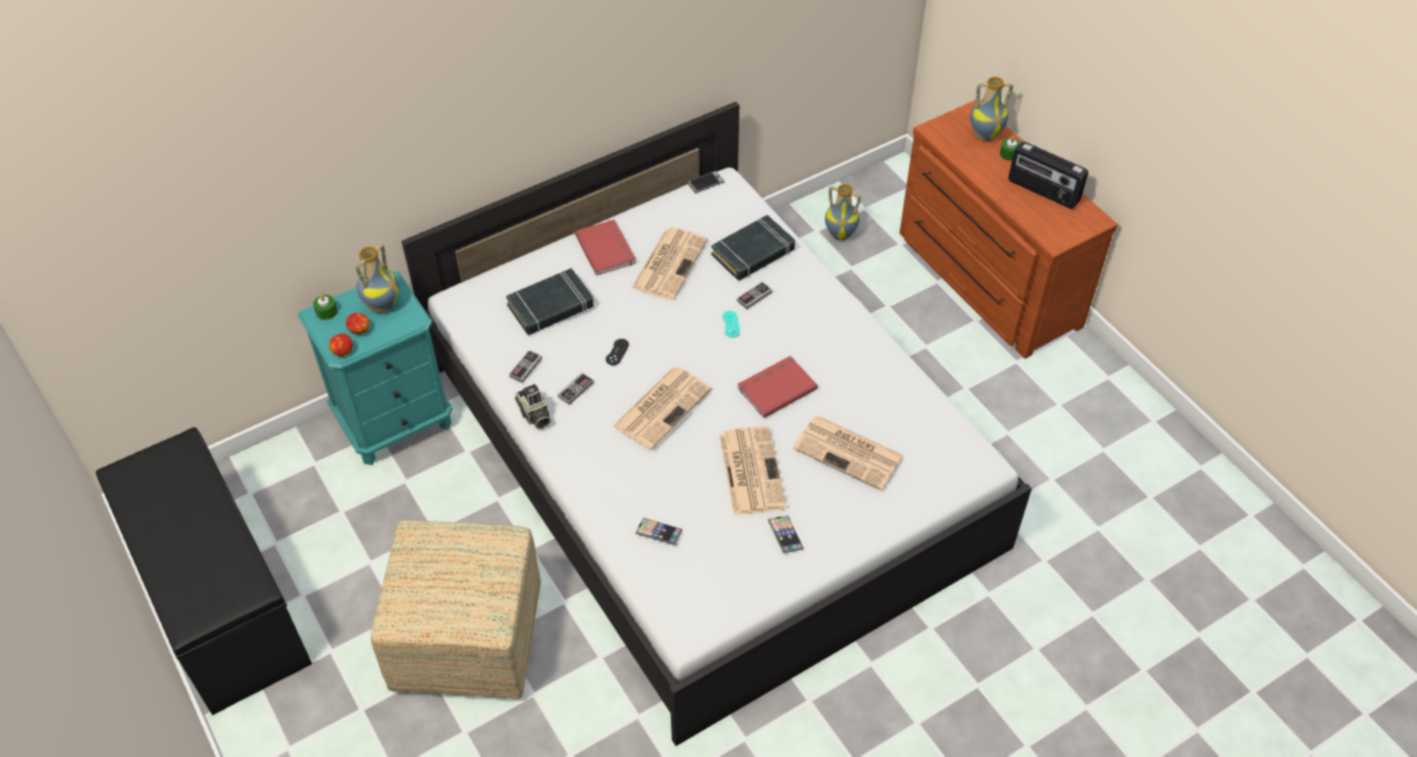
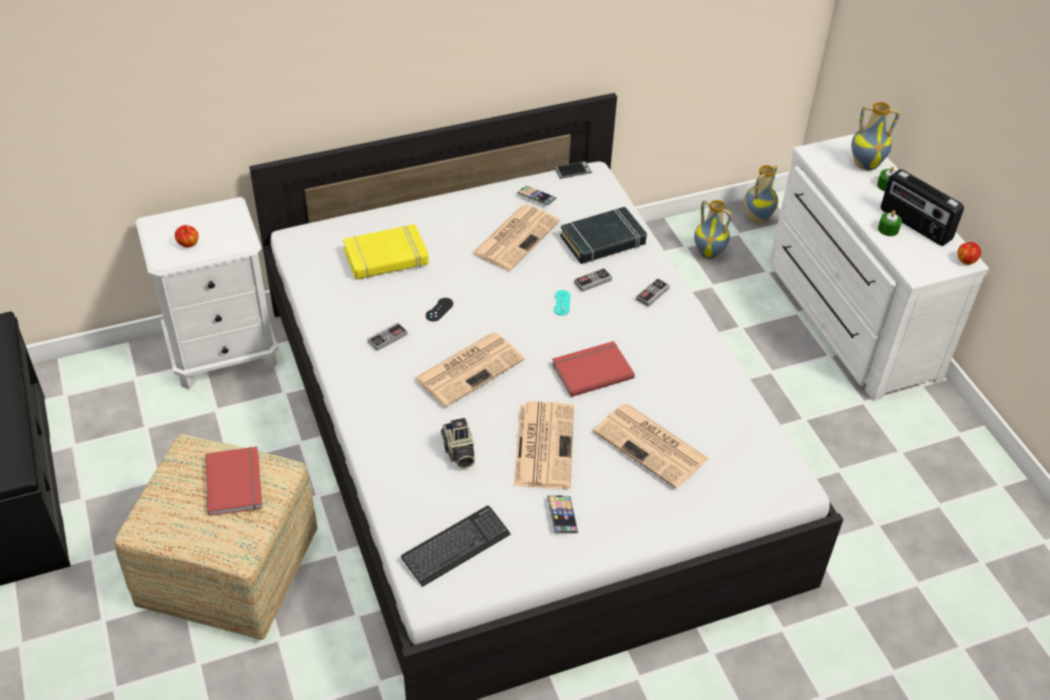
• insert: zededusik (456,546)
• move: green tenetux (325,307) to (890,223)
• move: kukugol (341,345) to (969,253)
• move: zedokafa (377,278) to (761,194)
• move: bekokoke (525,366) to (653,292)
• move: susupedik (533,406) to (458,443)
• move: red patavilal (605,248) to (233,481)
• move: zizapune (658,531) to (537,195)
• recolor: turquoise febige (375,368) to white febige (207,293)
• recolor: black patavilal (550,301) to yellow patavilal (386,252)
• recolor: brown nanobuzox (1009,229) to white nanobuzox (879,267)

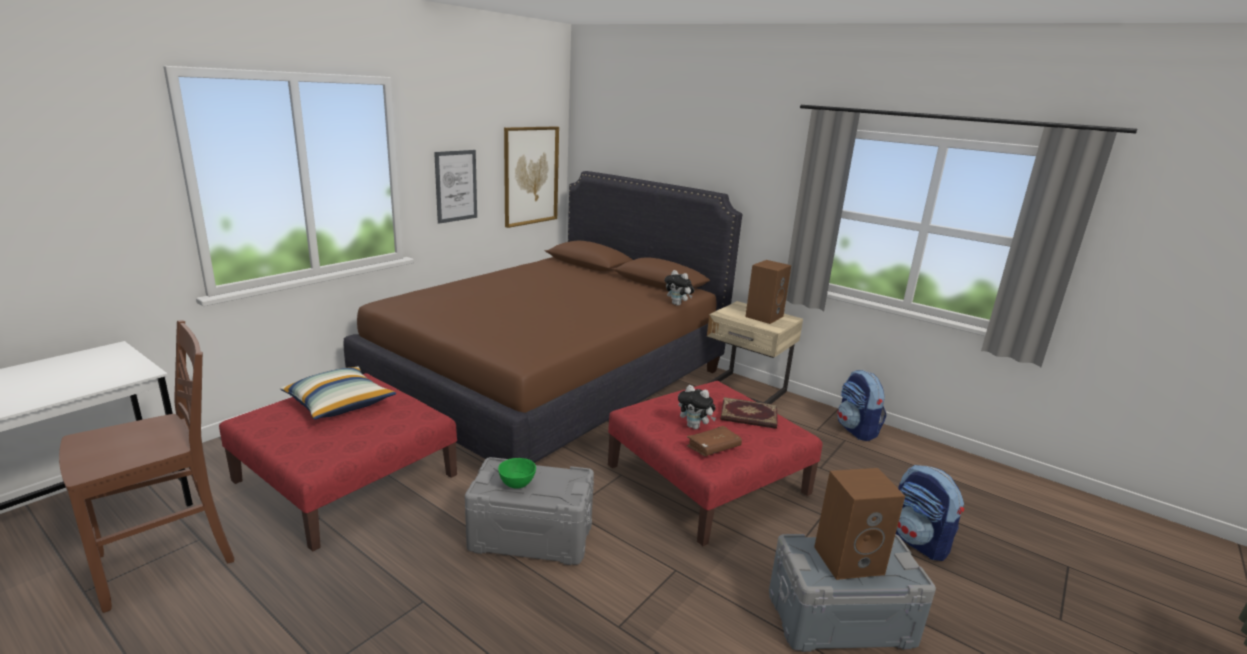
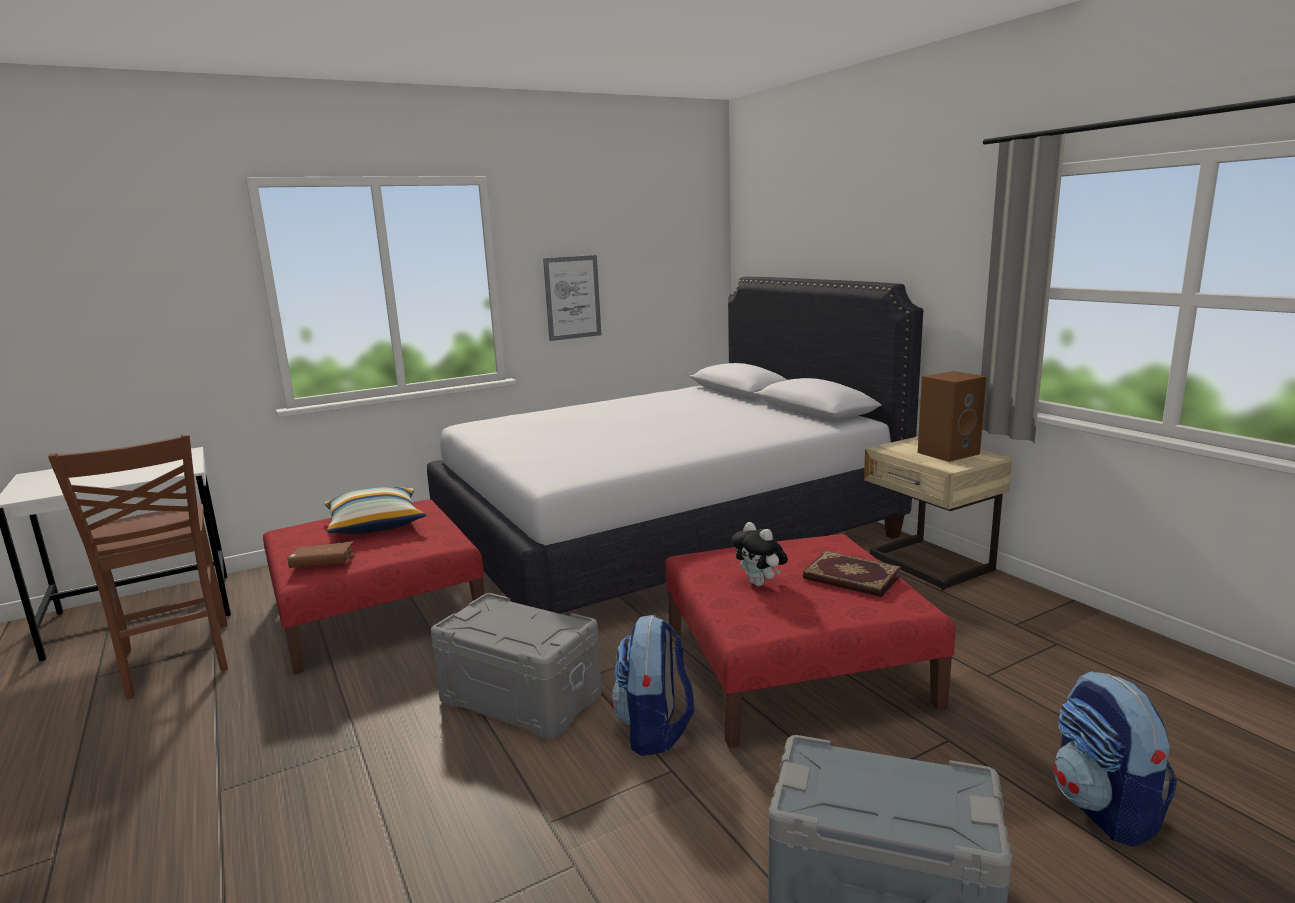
• delete: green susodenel (517,473)
• delete: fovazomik (531,177)
• delete: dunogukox (679,288)
• delete: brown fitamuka (859,524)
• move: brown patavilal (714,441) to (321,554)
• move: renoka (862,405) to (652,685)
• recolor: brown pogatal (542,317) to white pogatal (675,445)
• rotate: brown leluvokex (146,466) = (138,566) 75 degrees clockwise

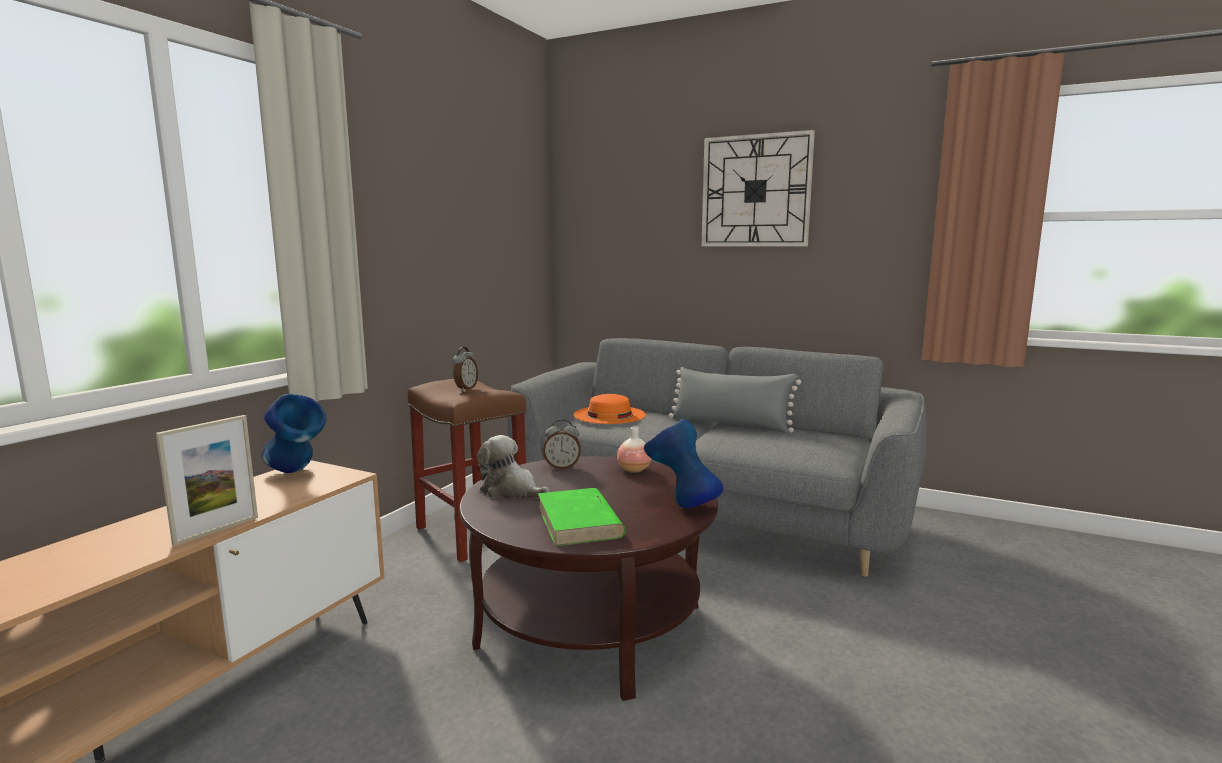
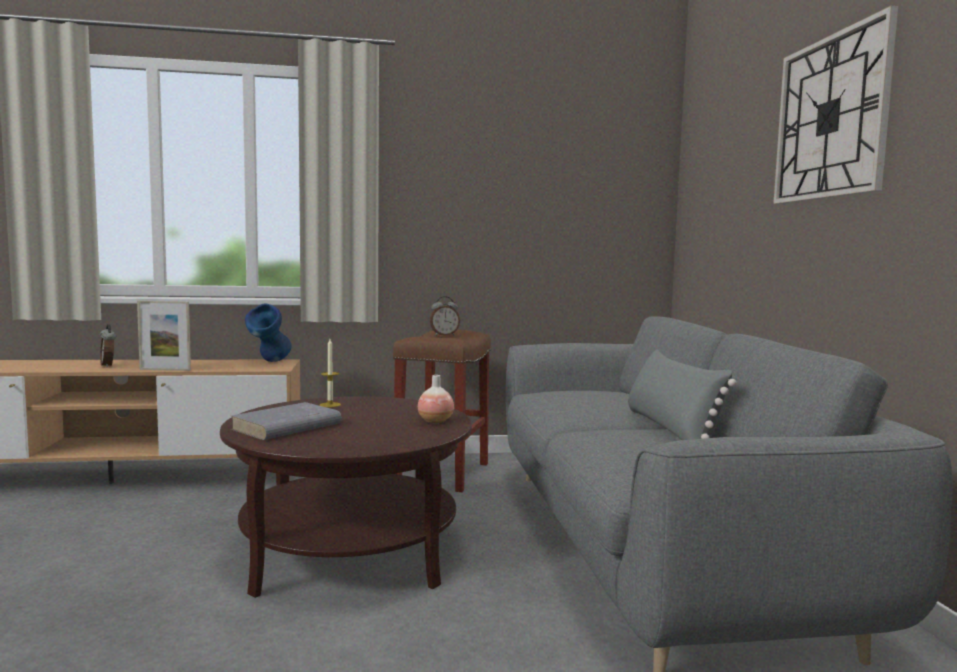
• delete: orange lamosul (610,409)
• delete: blue zedokafa (684,463)
• move: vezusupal (562,444) to (108,345)
• replace: dunogukox (513,467) to tenetux (330,373)
• recolor: green patavilal (582,517) to grey patavilal (286,421)

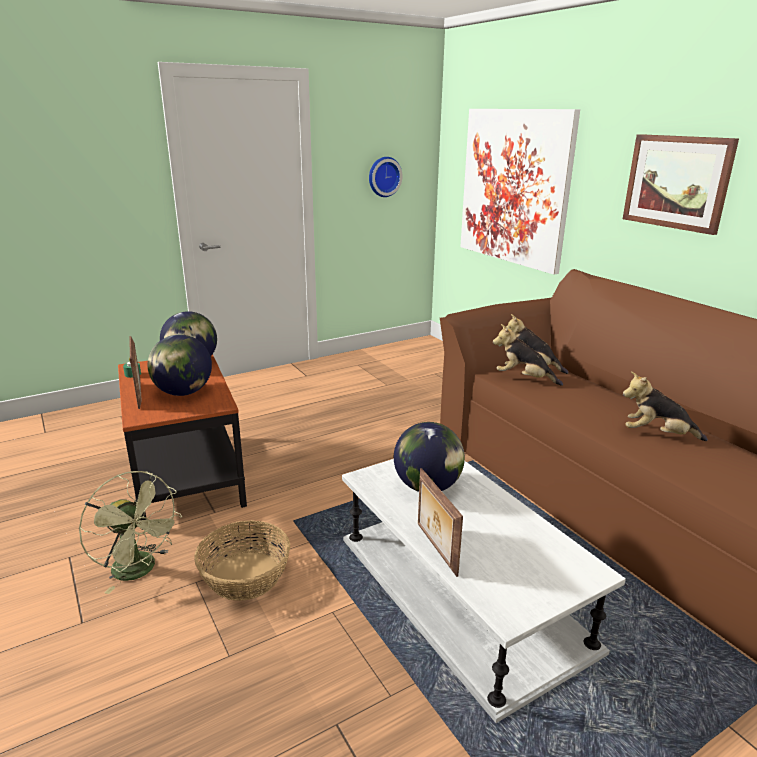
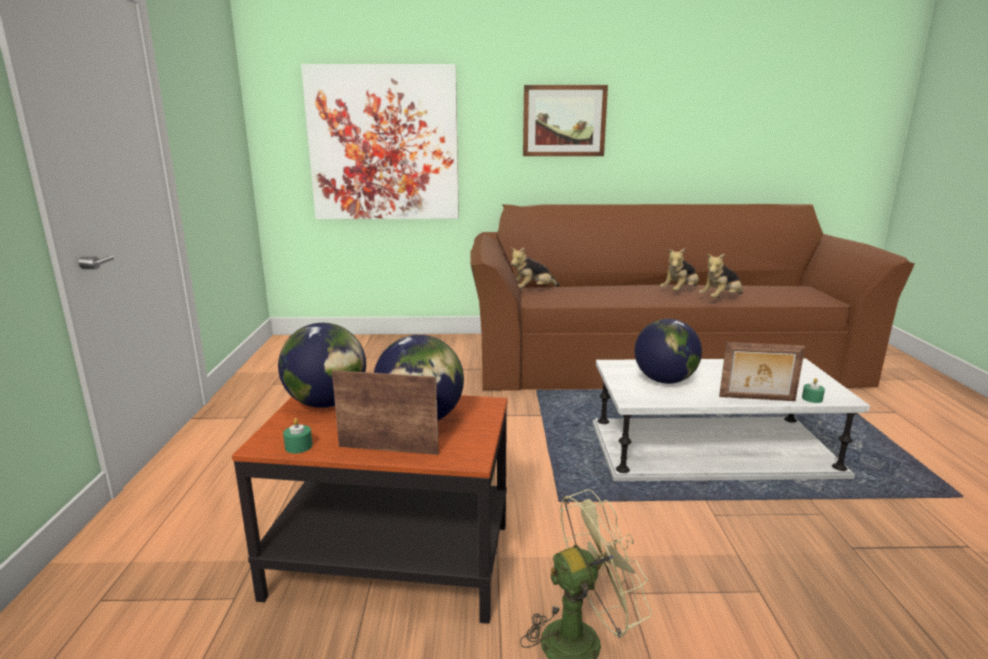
• delete: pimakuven (242,560)
• delete: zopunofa (386,177)
• insert: green tenetux (813,390)
• move: dunogukox (528,355) to (721,276)

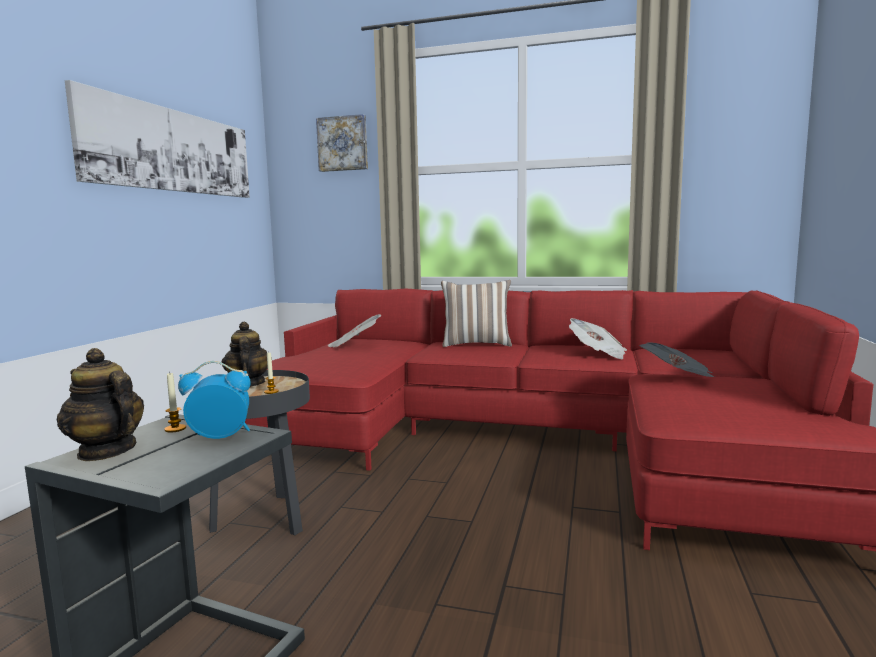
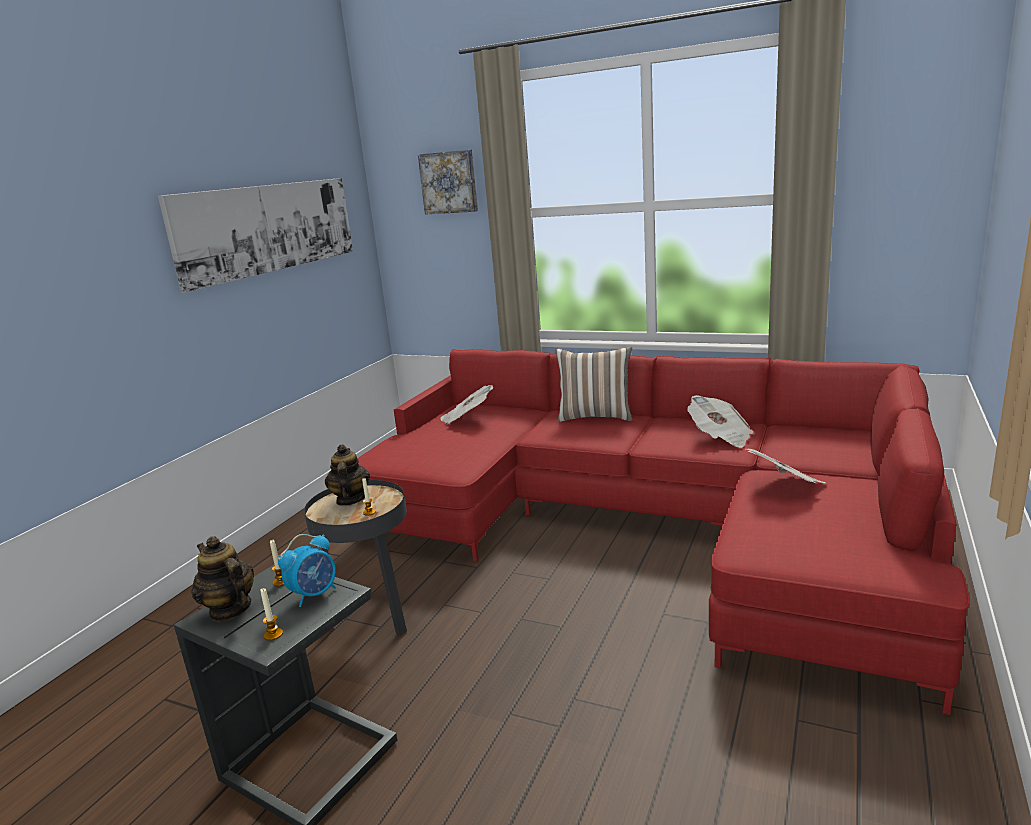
• insert: tenetux (271,614)
• rotate: vezusupal (214,400) = (307,570) 135 degrees clockwise

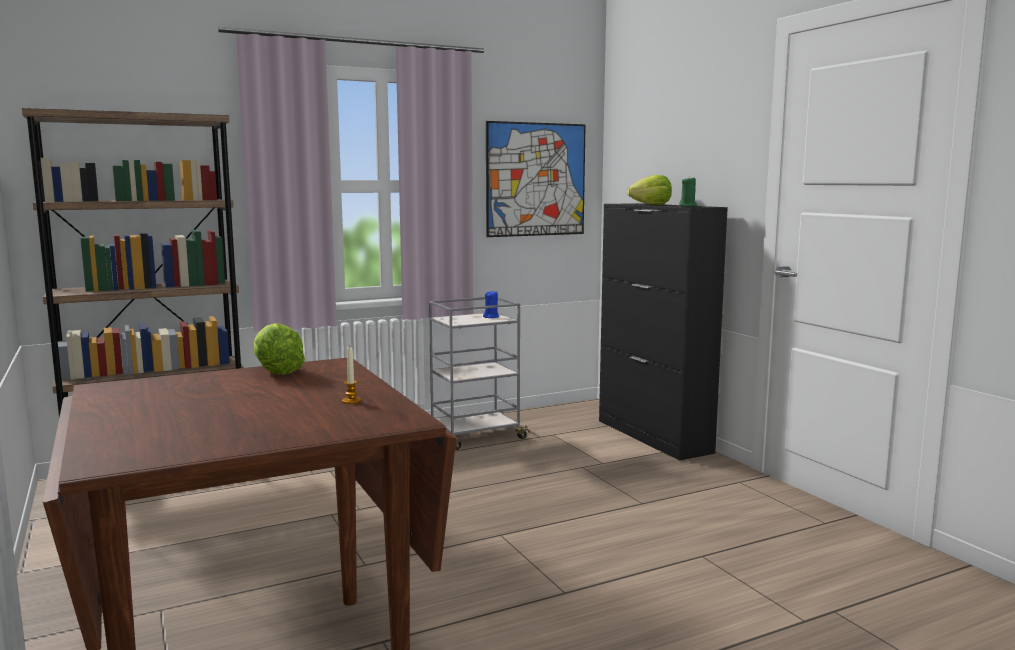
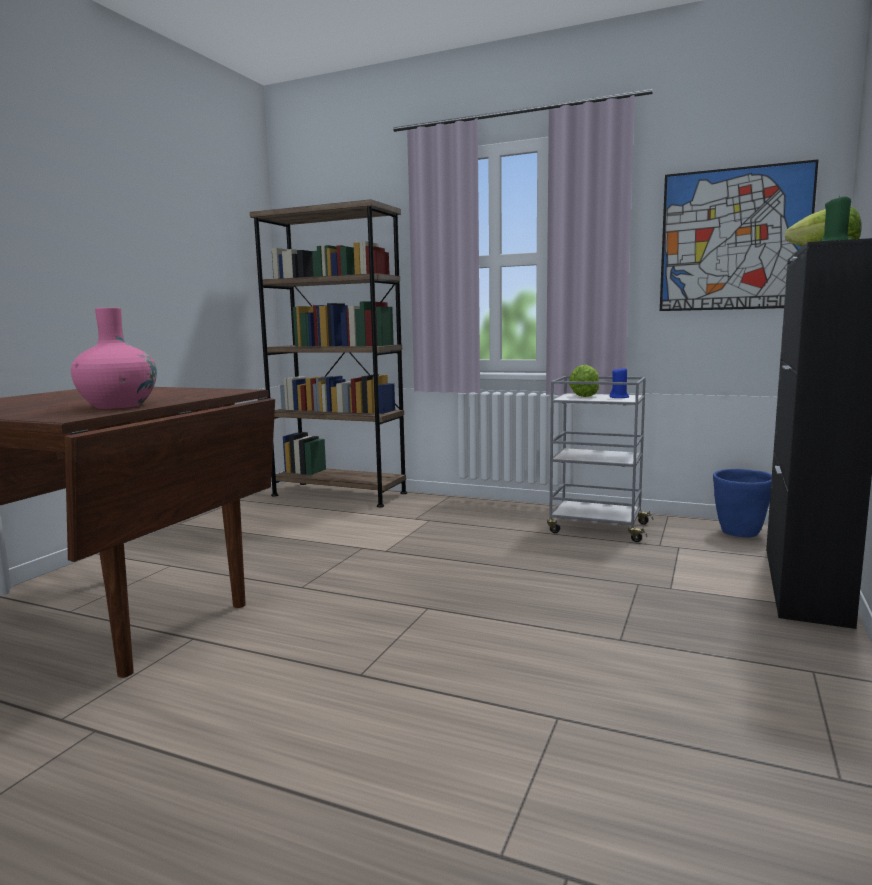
• insert: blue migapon (742,503)
• move: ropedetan (279,349) to (584,381)
• replace: tenetux (351,375) to pink zedokafa (114,358)

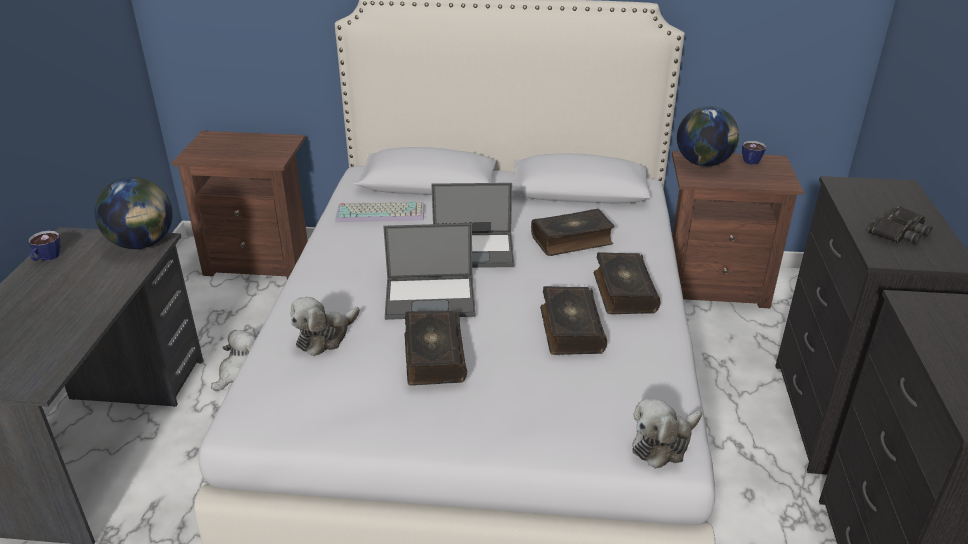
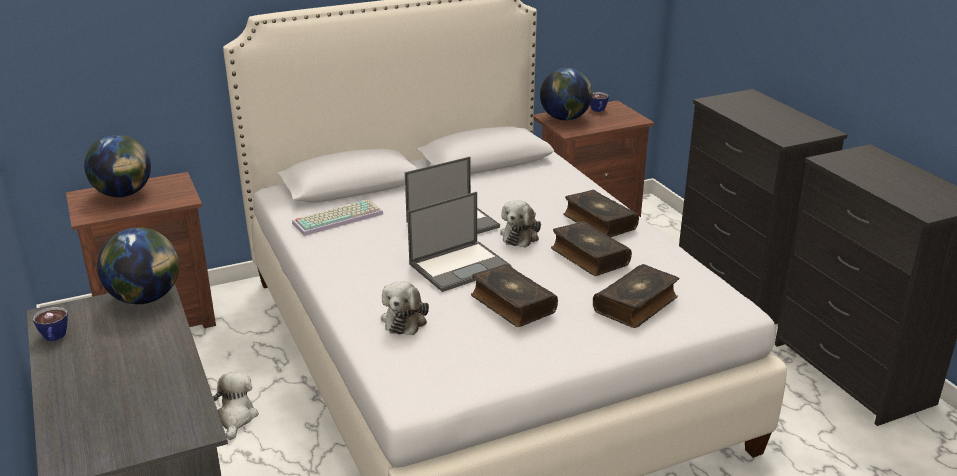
• delete: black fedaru (900,225)
• insert: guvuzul (117,166)
• move: patavilal (573,232) to (636,296)
• move: dunogukox (667,433) to (520,224)

